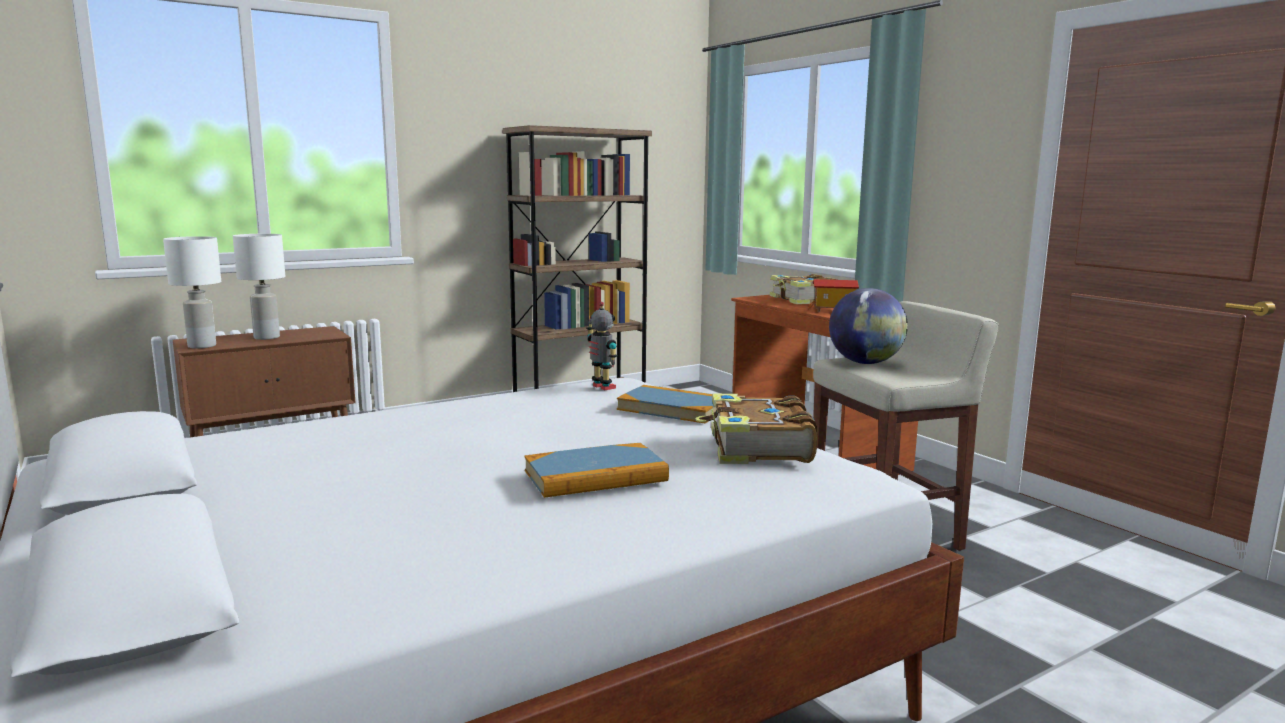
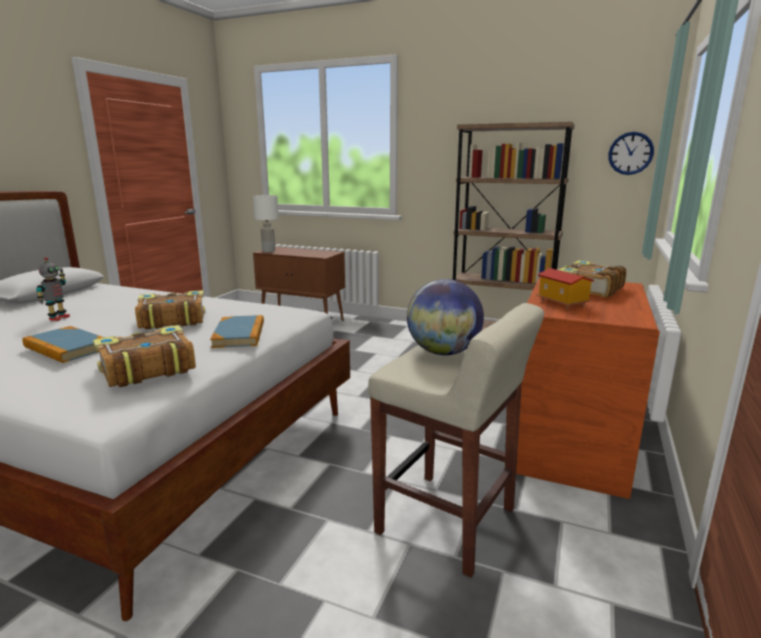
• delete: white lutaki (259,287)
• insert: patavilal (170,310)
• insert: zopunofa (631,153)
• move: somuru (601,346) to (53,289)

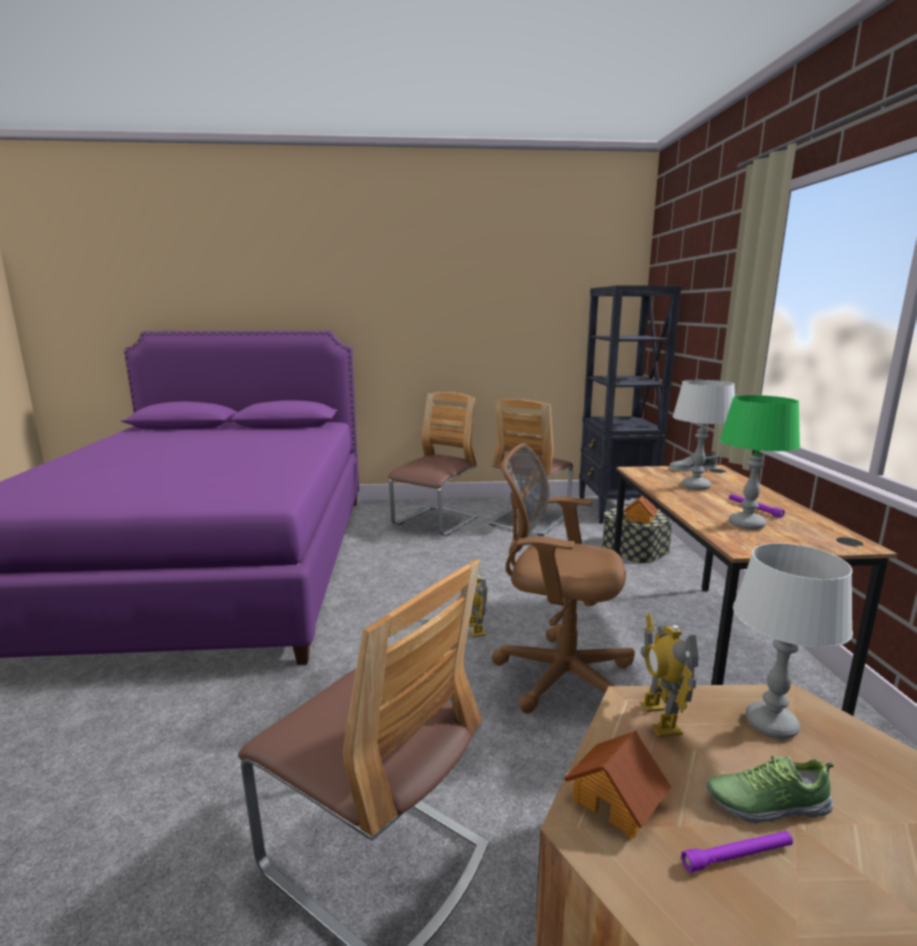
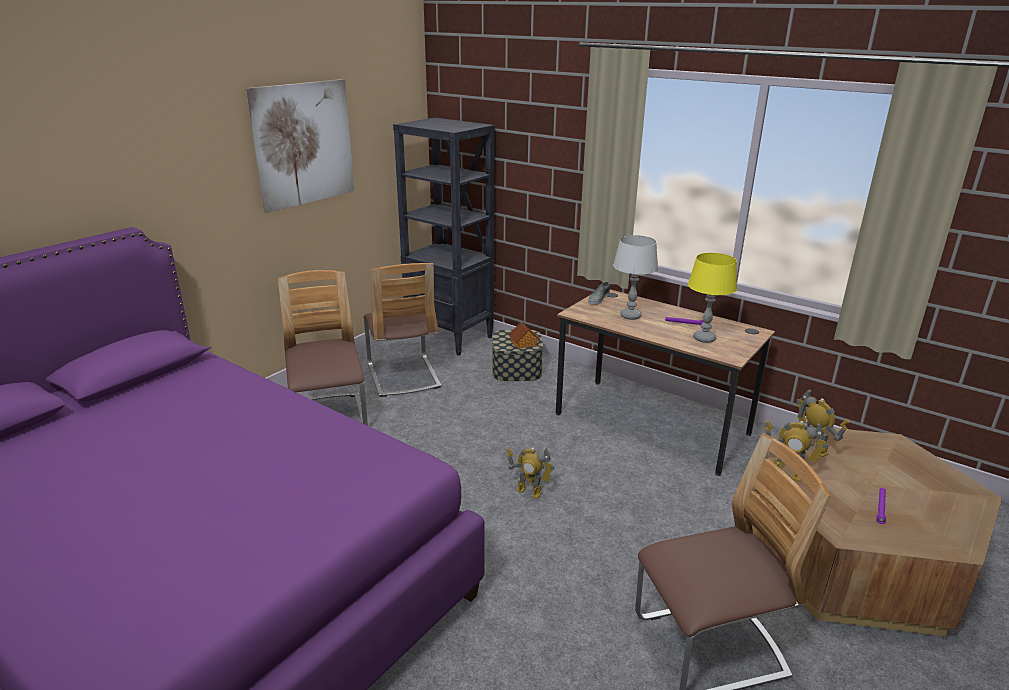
• delete: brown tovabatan (563,578)
• delete: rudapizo (617,785)
• delete: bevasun (770,790)
• insert: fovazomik (300,146)
• replace: grey lutaki (793,641) to somuru (822,423)
• recolor: green lutaki (760,462) to yellow lutaki (712,298)

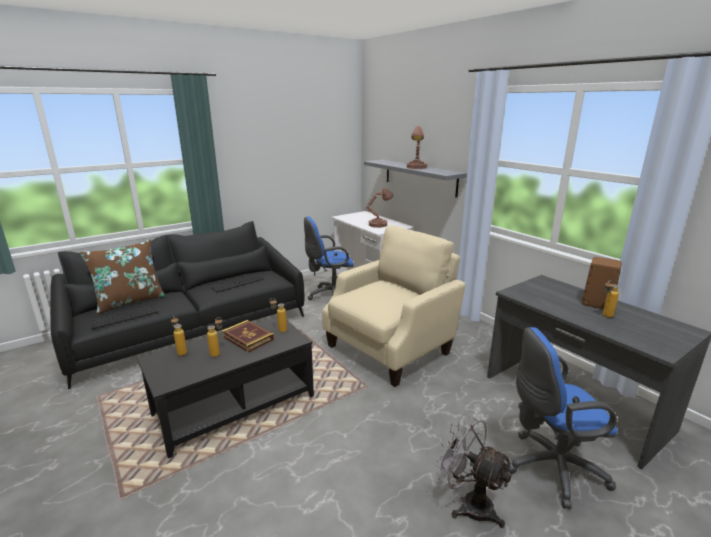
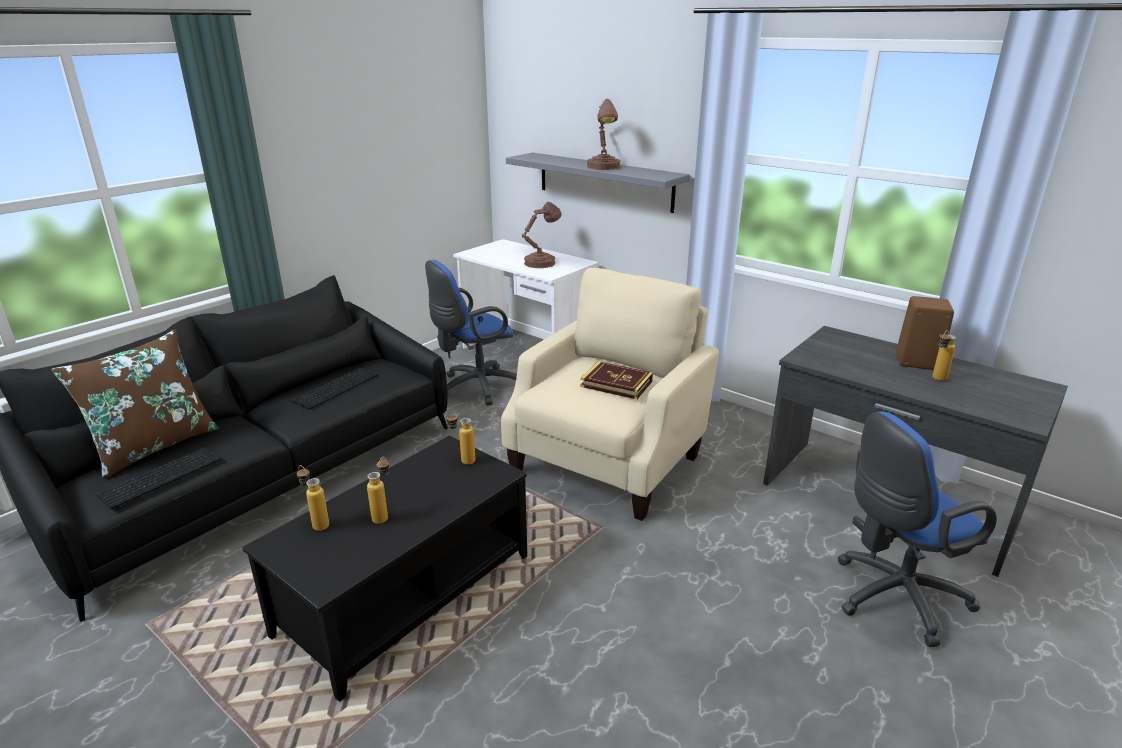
• delete: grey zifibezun (474,471)
• move: patavilal (248,336) to (617,380)

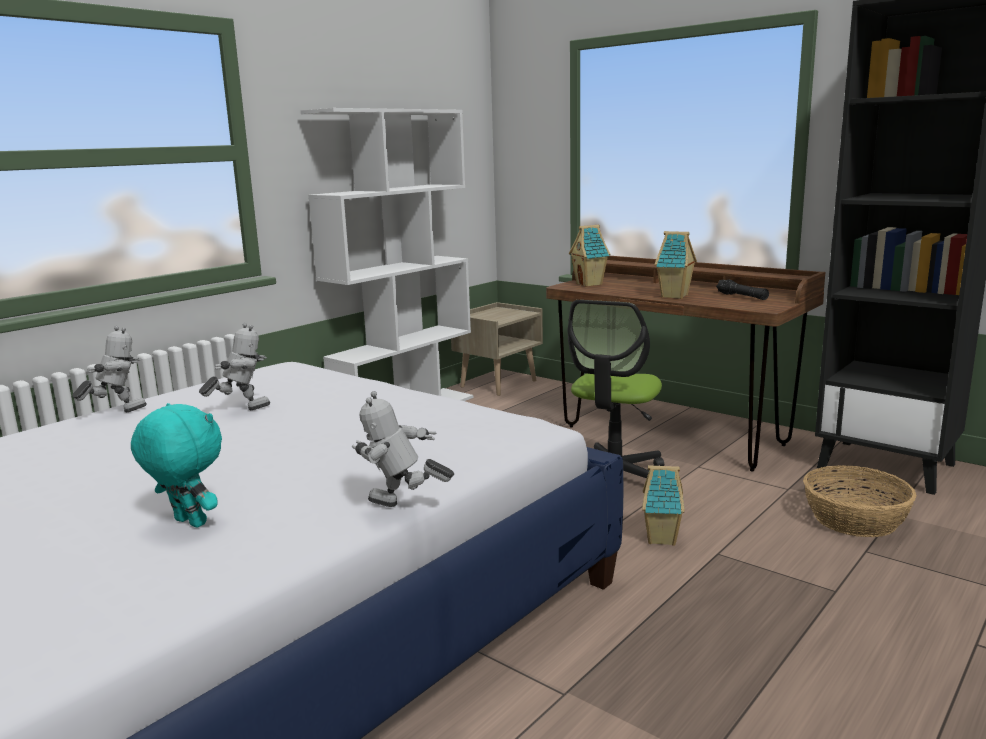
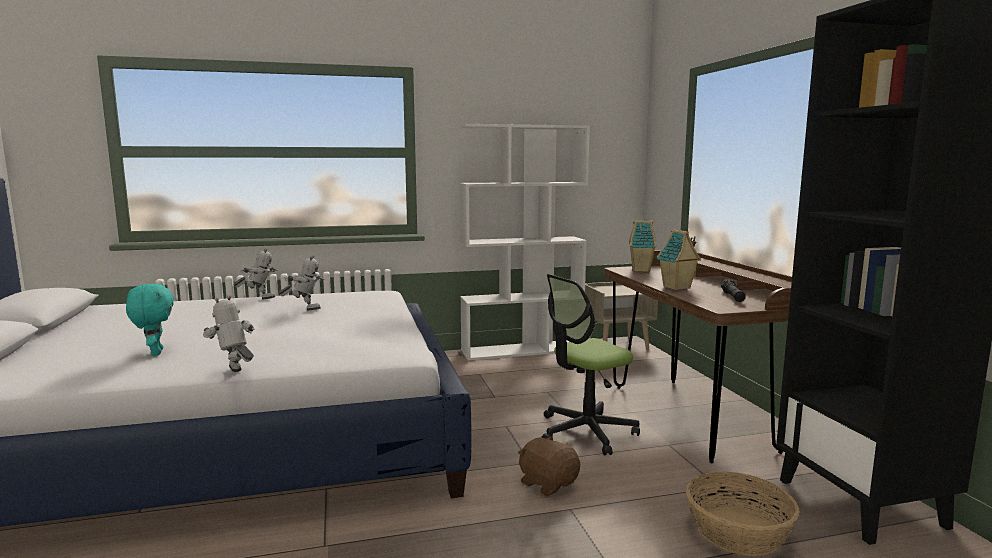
• replace: rudapizo (663,505) to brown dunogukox (549,466)

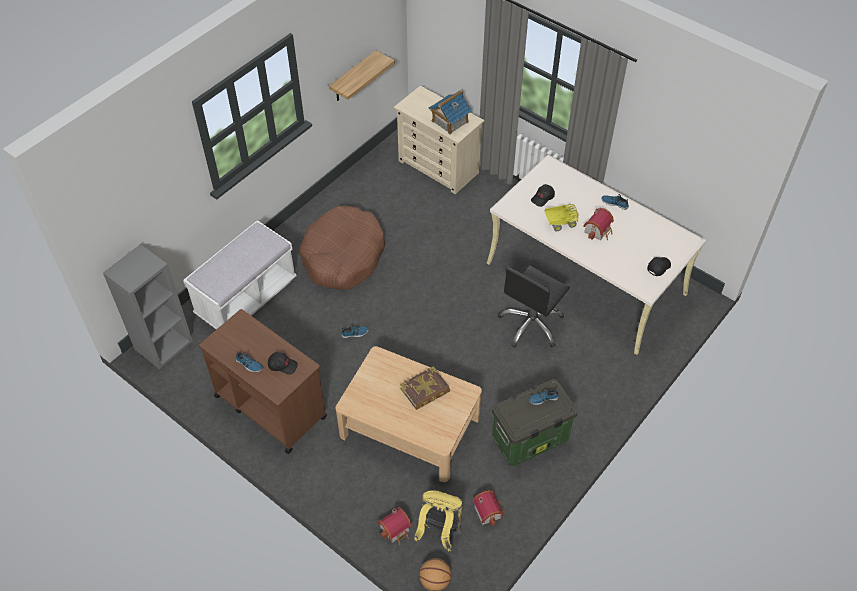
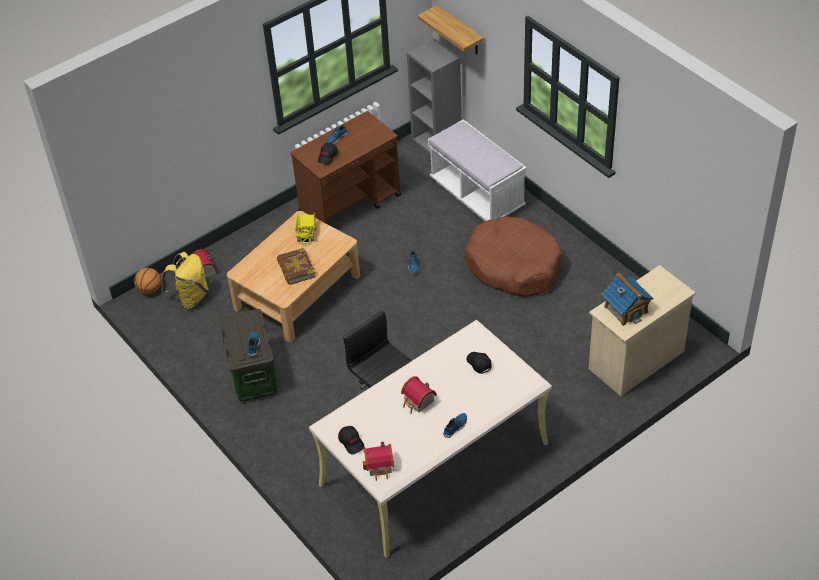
• move: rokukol (362,76) to (451,29)
• move: rudapizo (488,508) to (378,461)
• move: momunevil (561,217) to (305,228)

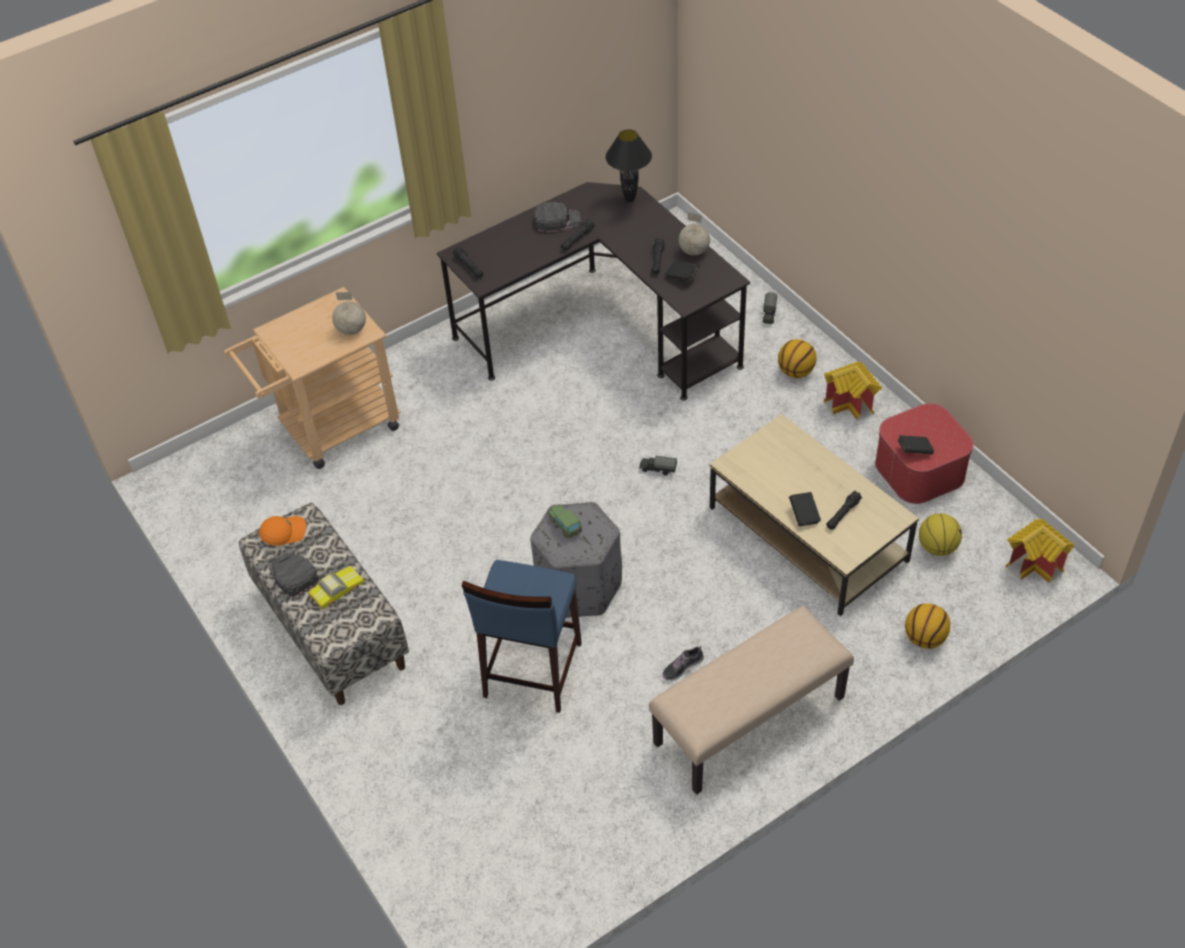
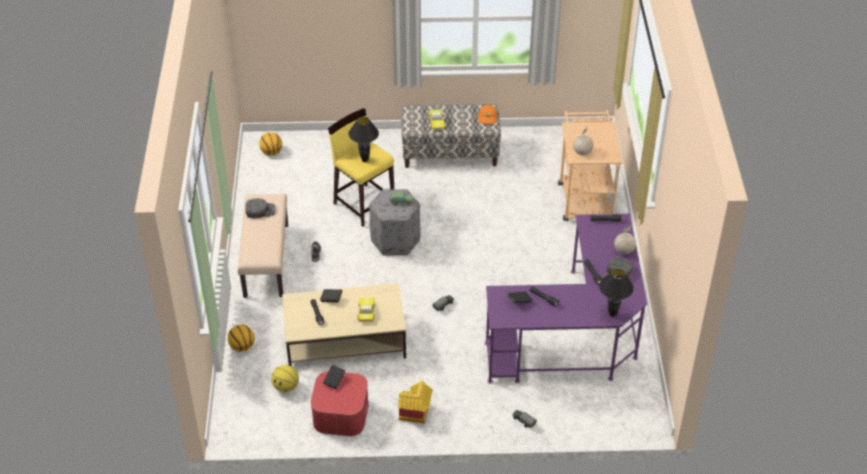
• delete: rudapizo (1039,551)
• insert: black lutaki (364,139)
• insert: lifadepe (366,310)
• move: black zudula (294,575) to (260,208)
• move: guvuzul (694,234) to (625,240)
• move: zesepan (797,358) to (270,144)
• recolor: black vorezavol (593,291) to purple vorezavol (566,299)
• recolor: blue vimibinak (522,636) to yellow vimibinak (361,167)

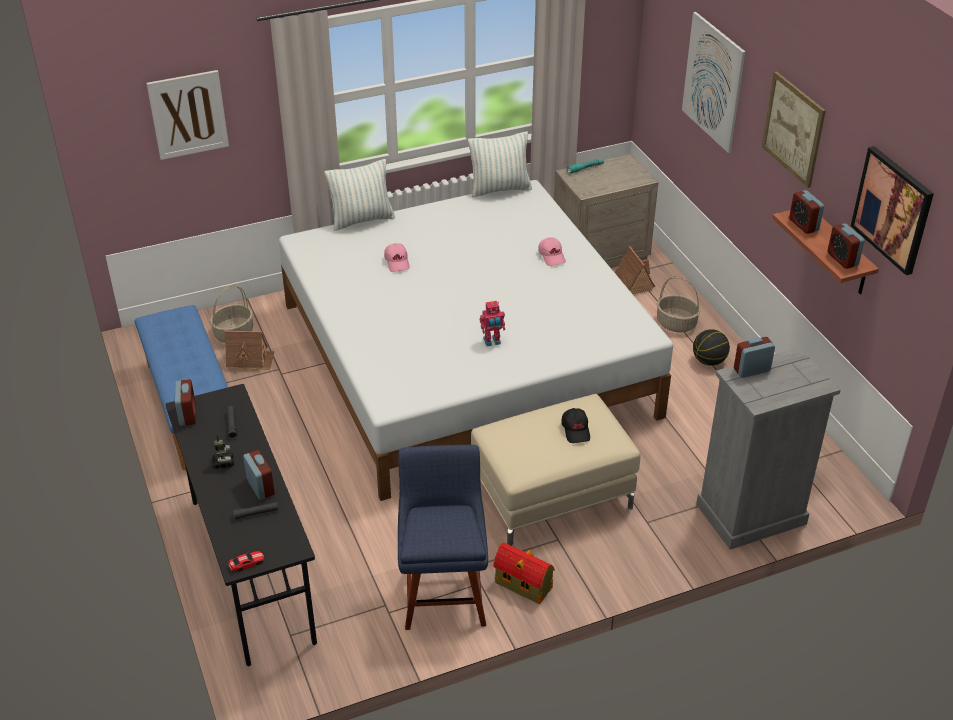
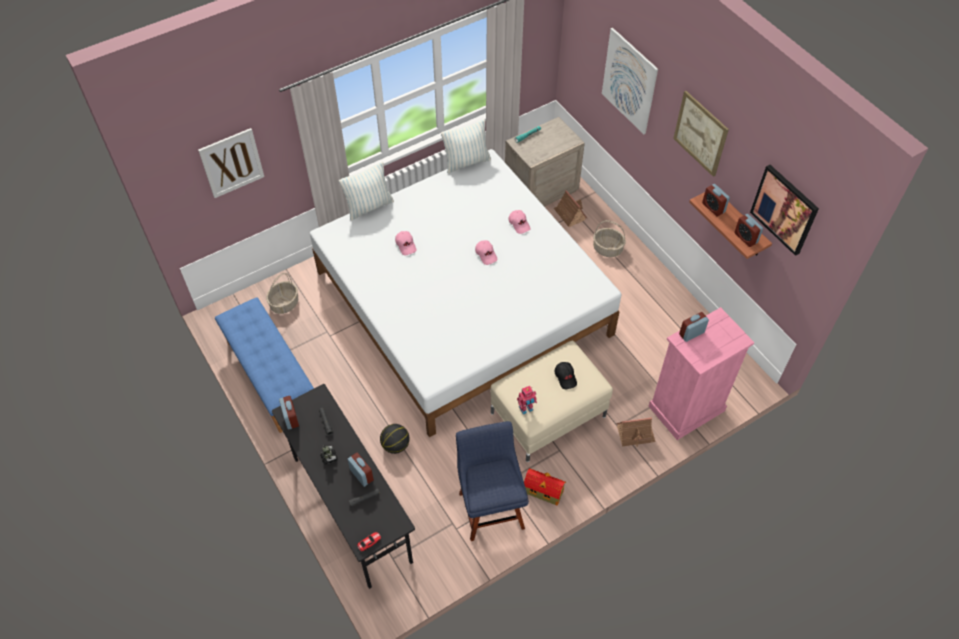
• insert: pink zudula (486,252)
• move: rudapizo (249,350) to (636,432)
• move: somuru (492,323) to (527,400)
• move: zesepan (711,347) to (395,439)
• recolor: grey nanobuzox (768,448) to pink nanobuzox (702,373)

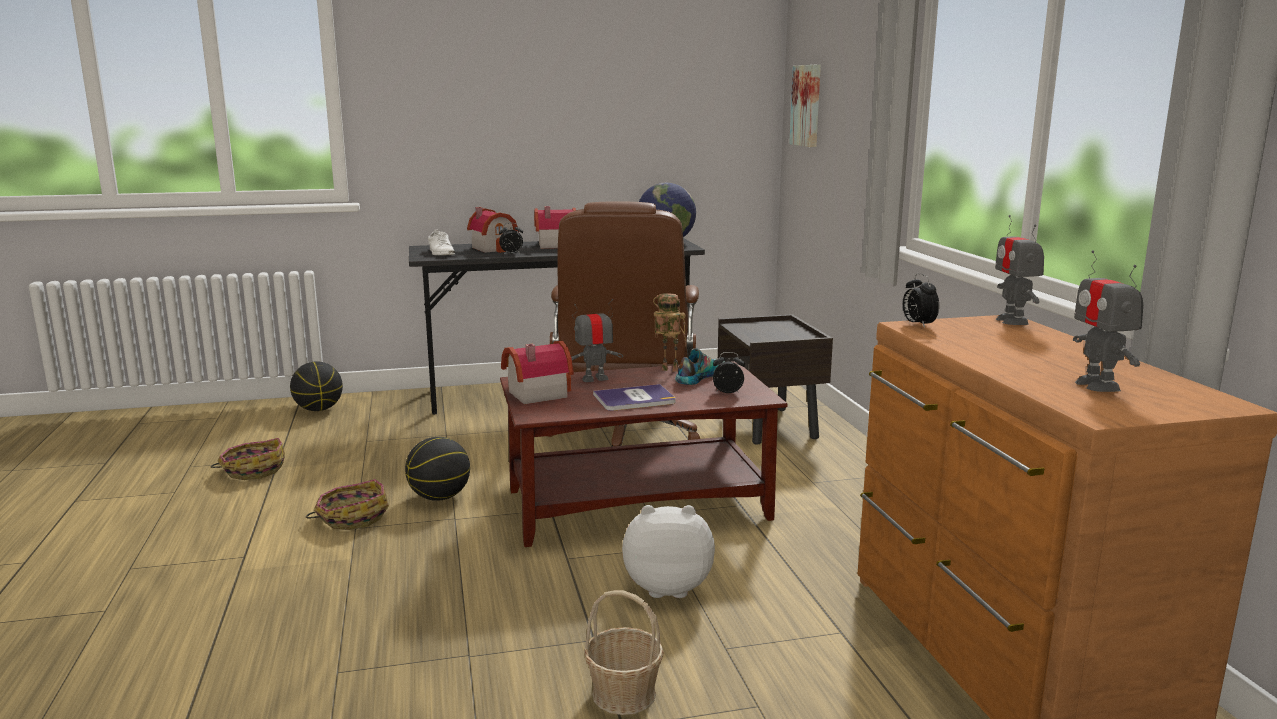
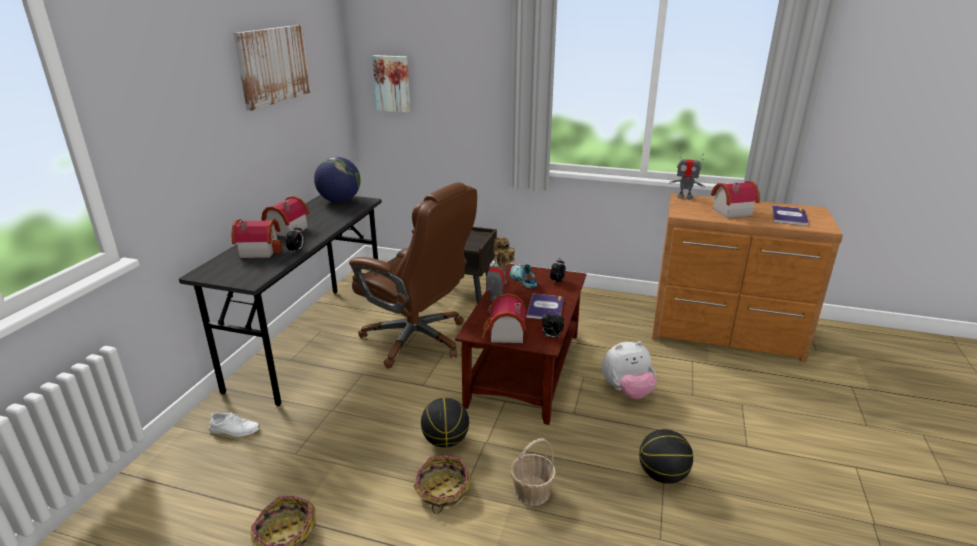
• insert: fovazomik (272,68)
• insert: rudapizo (735,199)
• move: zesepan (316,386) to (666,456)
• move: white bevasun (441,242) to (234,424)
• move: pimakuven (624,652) to (533,472)
• move: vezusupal (921,300) to (553,324)
• replace: somuru (1108,321) to patavilal (789,215)
• rotate: dunogukox (668,551) = (629,370) 135 degrees counterclockwise

